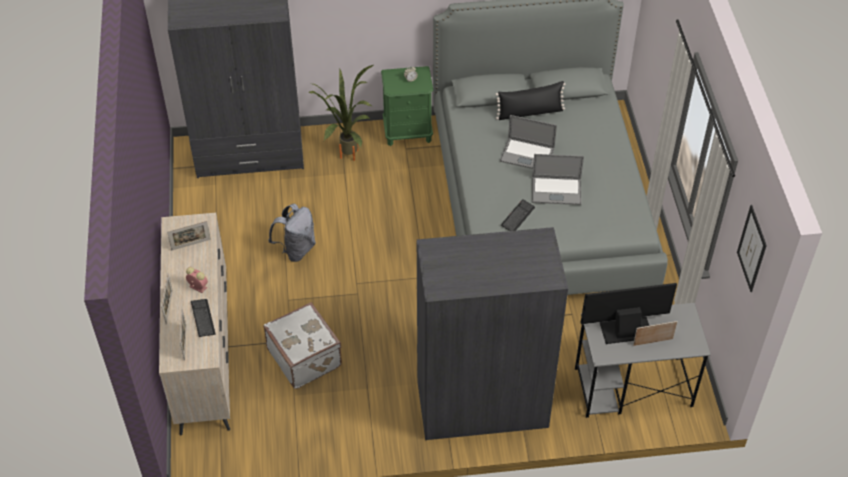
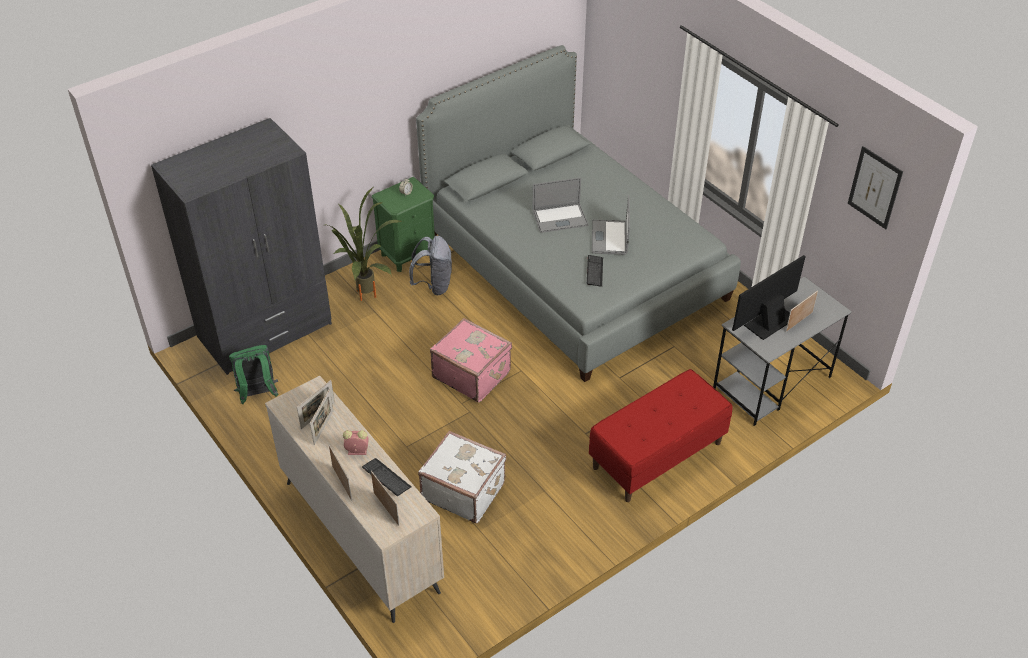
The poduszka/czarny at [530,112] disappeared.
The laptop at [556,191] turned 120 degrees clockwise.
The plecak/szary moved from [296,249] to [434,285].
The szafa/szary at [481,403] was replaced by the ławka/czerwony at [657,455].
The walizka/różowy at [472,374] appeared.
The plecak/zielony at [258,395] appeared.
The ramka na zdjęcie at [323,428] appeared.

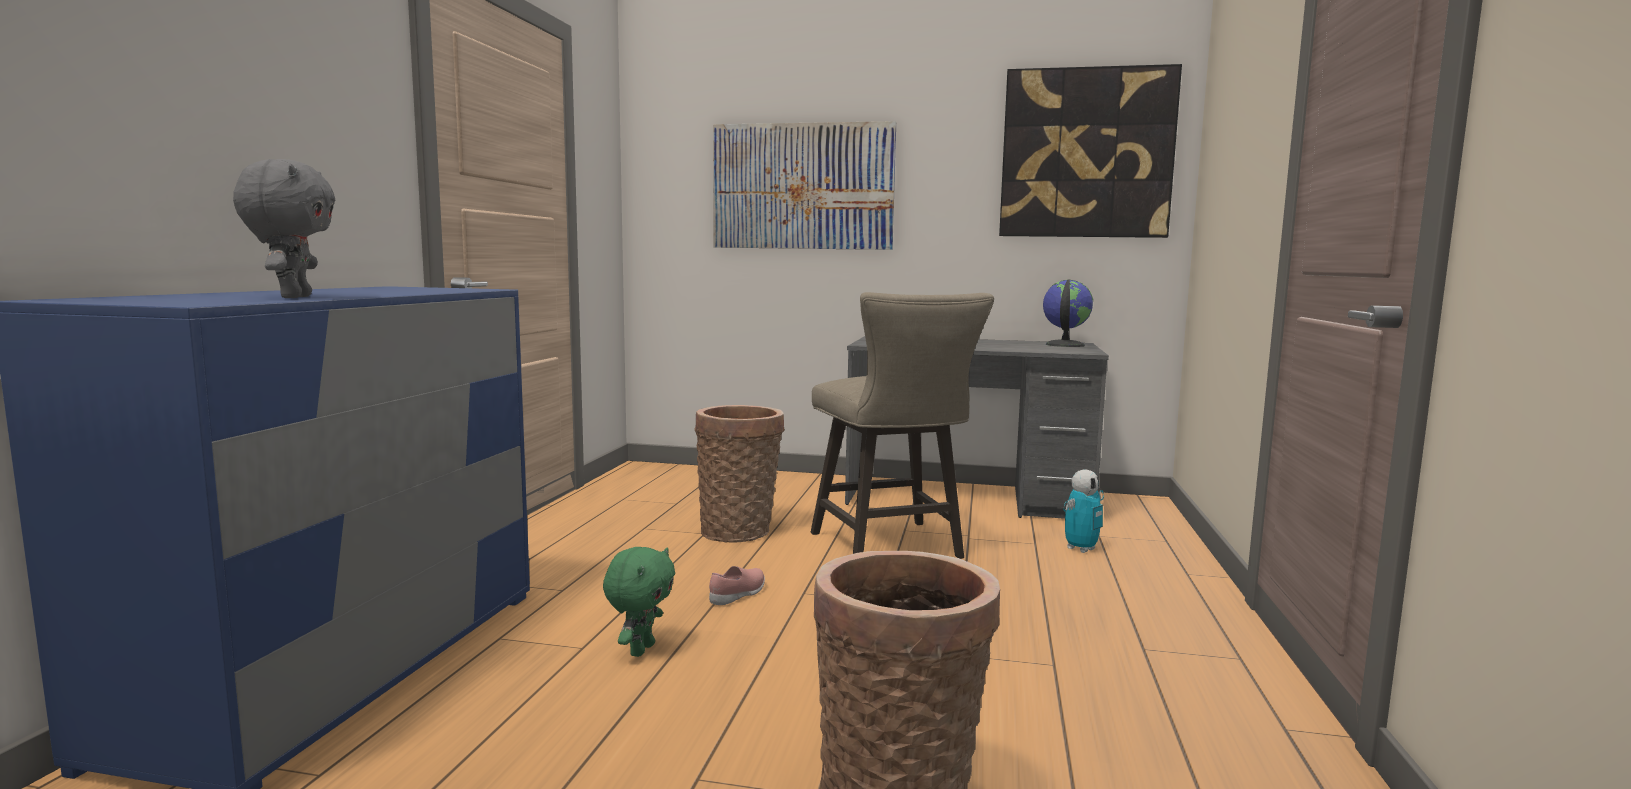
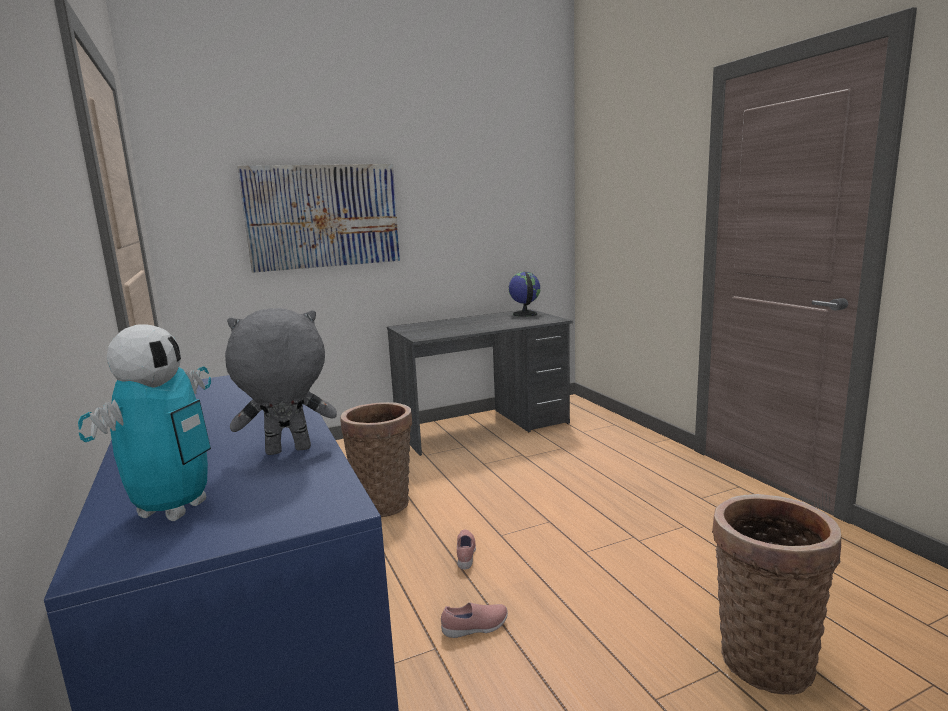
The obraz at [1086,154] disappeared.
The pluszak/szary at [293,297] turned 60 degrees counterclockwise.
The stołek/beżowy at [892,549] disappeared.
The robot zabawkowy moved from [1081,549] to [173,509].
The pluszak/zielony at [640,649] was replaced by the but/różowy at [475,628].

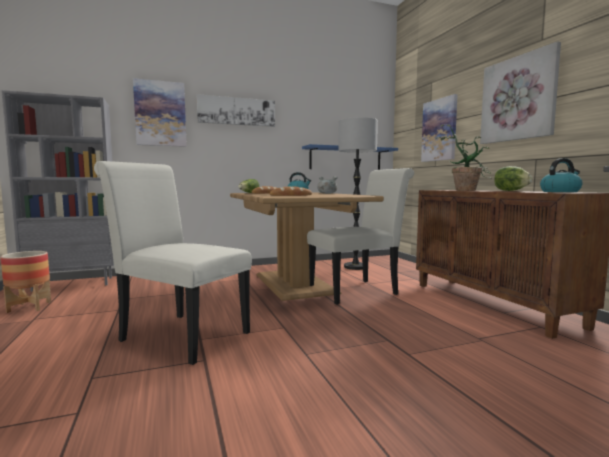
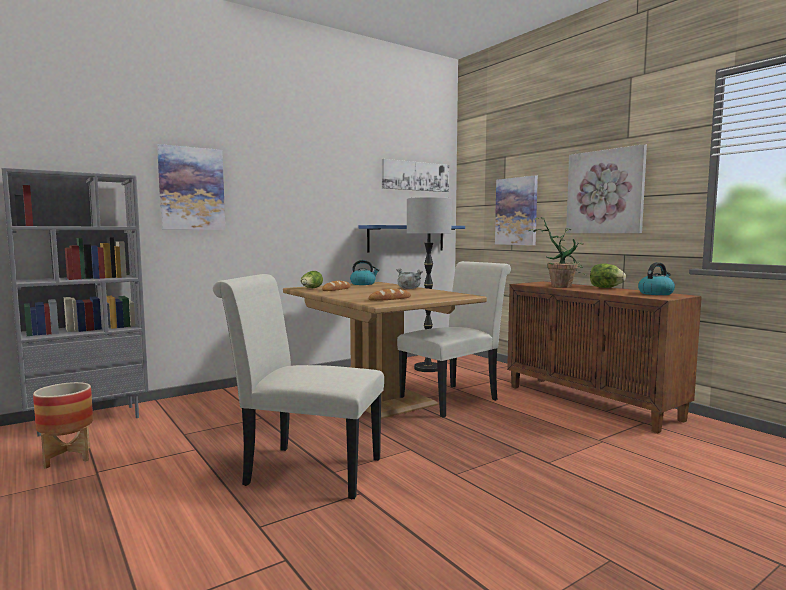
The obraz moved from [236,111] to [415,176].

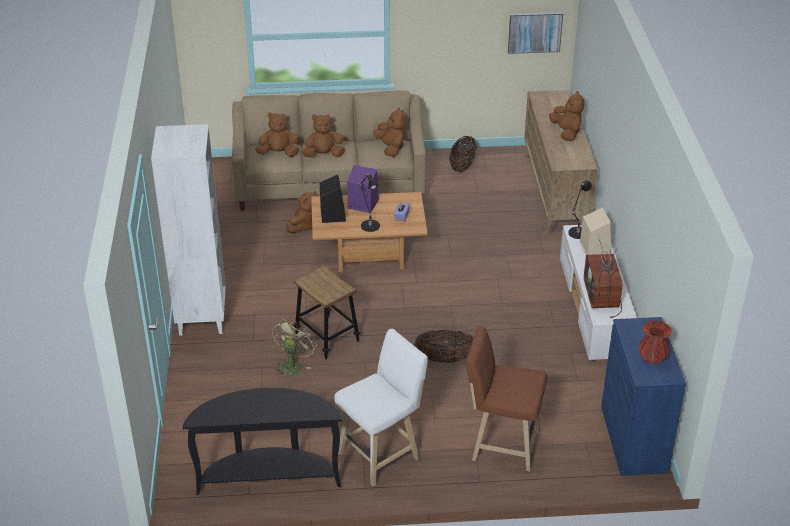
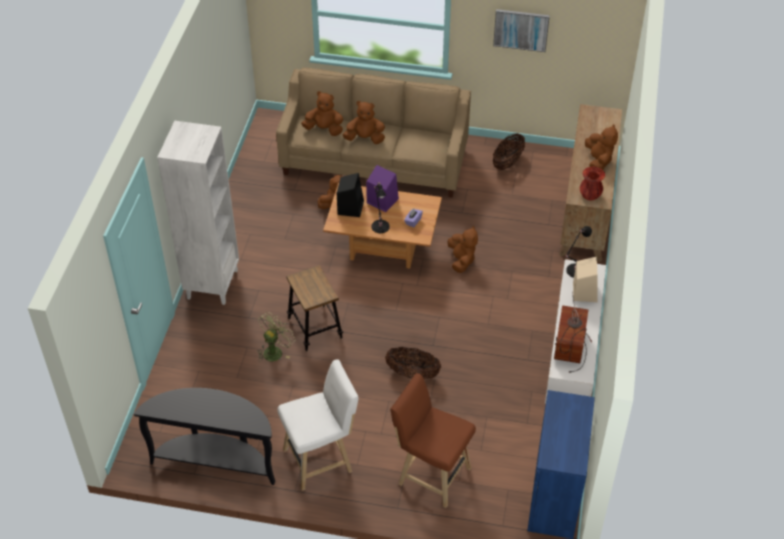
The obraz moved from [535,32] to [521,29].
The pluszak/brązowy moved from [391,148] to [461,260].
The wazon/czerwony moved from [652,358] to [590,195].

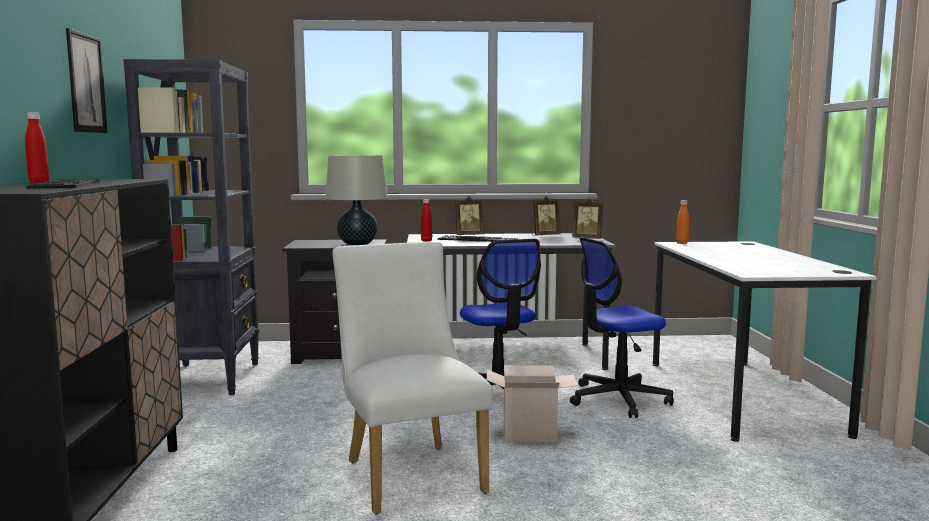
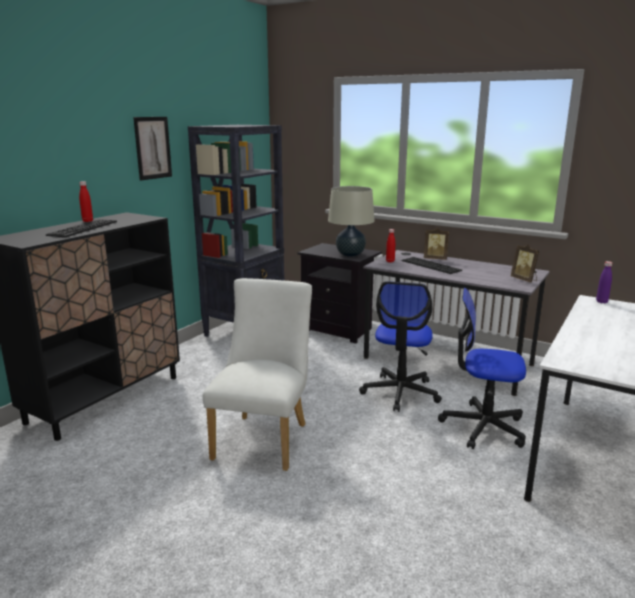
The ramka na zdjęcie at [544,235] disappeared.
The butelka/pomarańczowy at [682,243] became the butelka/fioletowy at [601,302].
The karton at [531,434] disappeared.

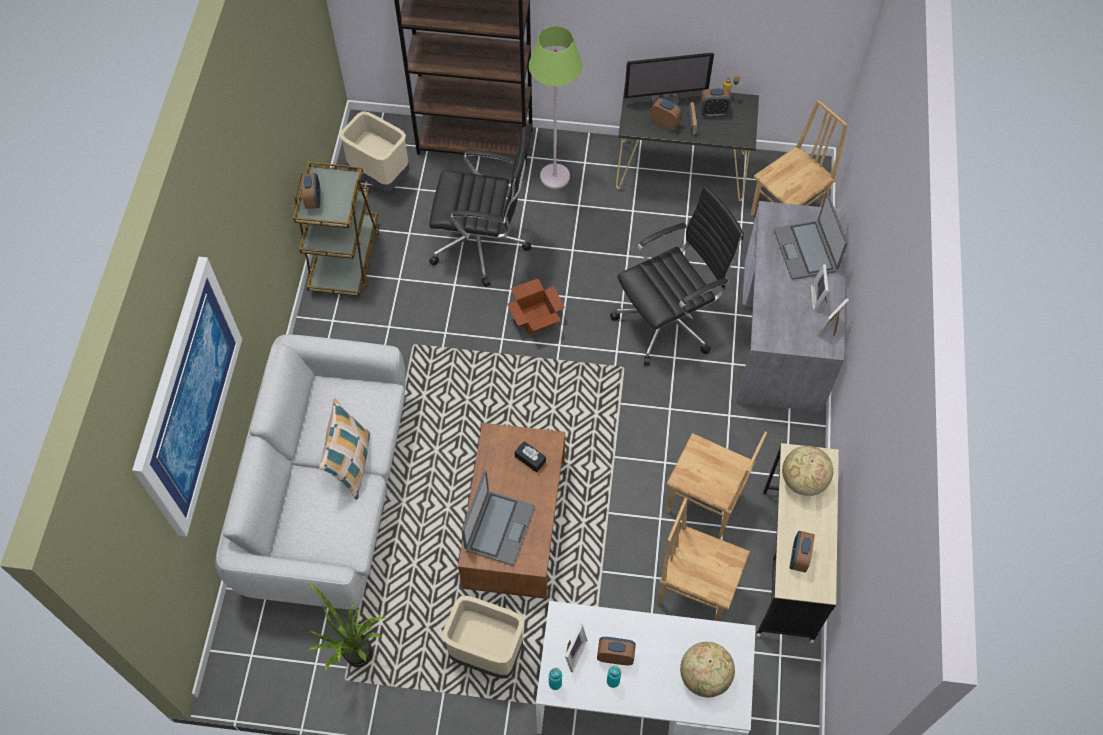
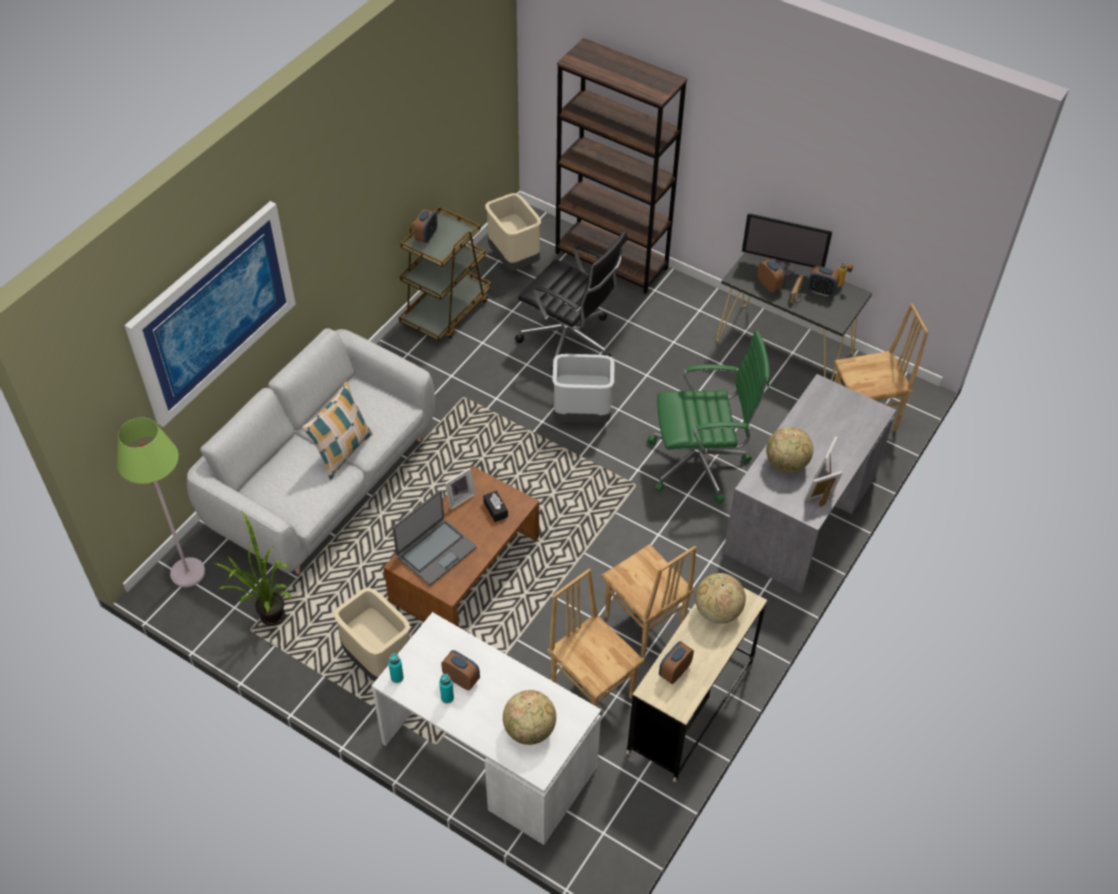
The lampa stojąca/zielony moved from [554,176] to [188,572].
The krzesło biurowe/czarny at [669,320] became the krzesło biurowe/zielony at [700,463].
The laptop at [806,250] disappeared.
The karton at [536,316] was replaced by the kosz na śmieci/szary at [582,415].
The ramka na zdjęcie moved from [572,653] to [459,498].
The globus at [786,464] appeared.

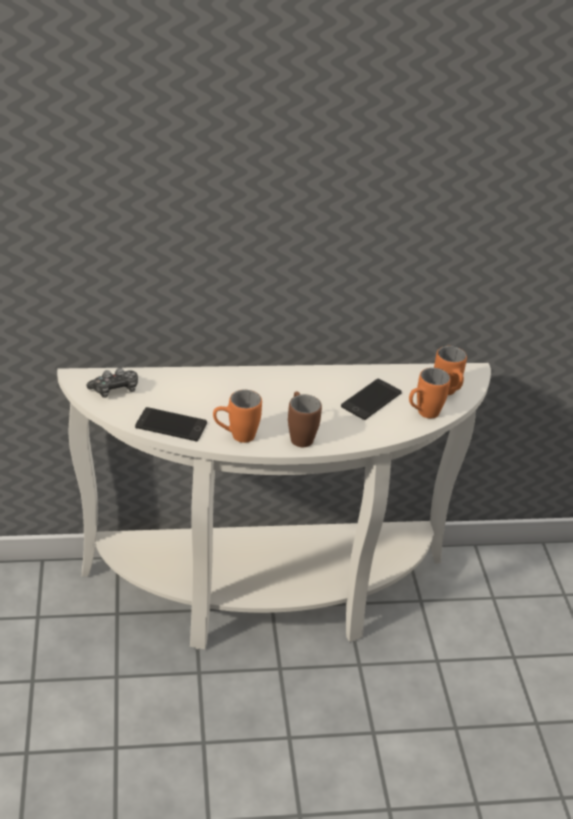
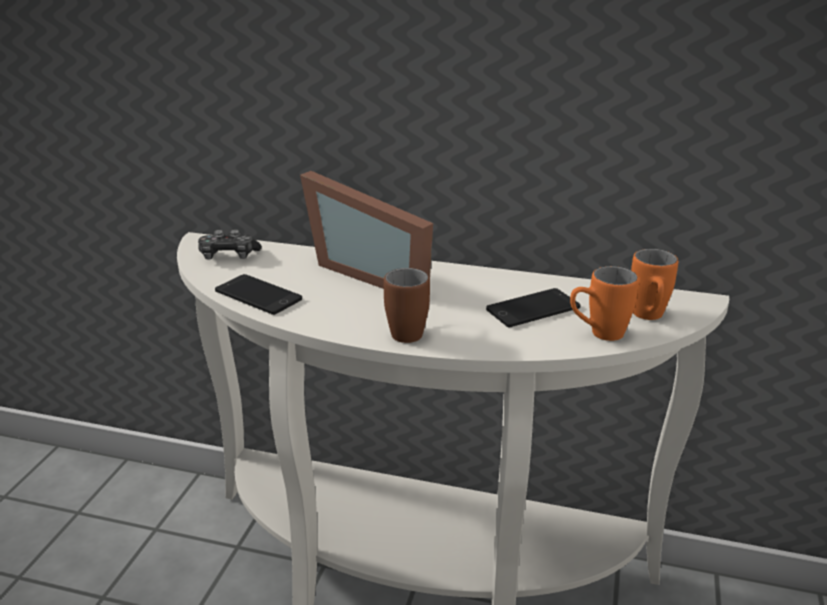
The kubek/pomarańczowy at [235,436] disappeared.
The ramka na zdjęcie at [375,273] appeared.

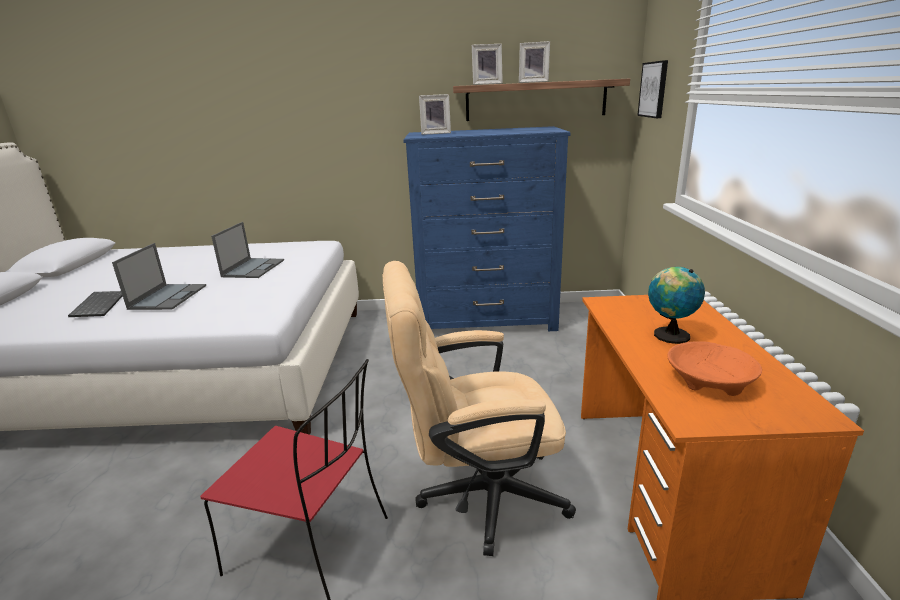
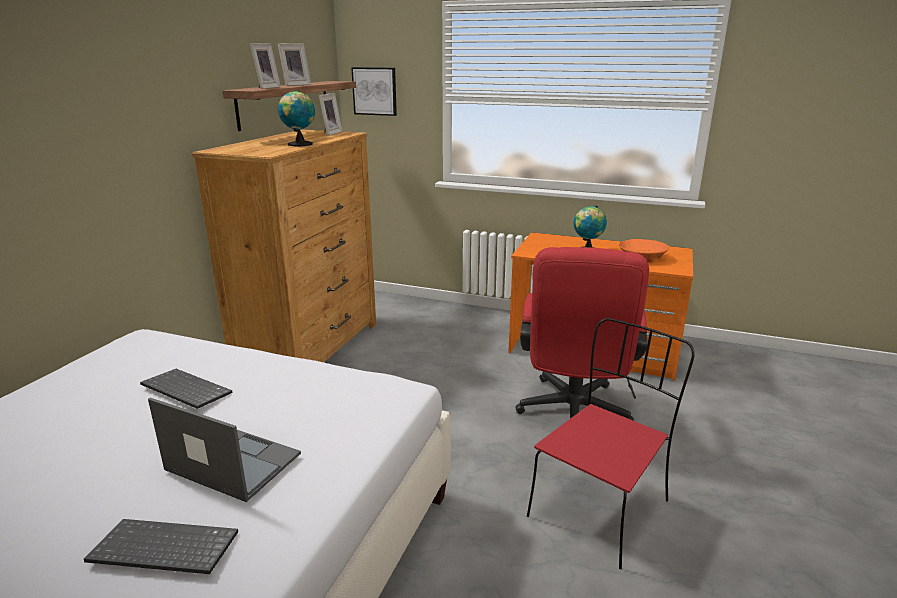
The ramka na zdjęcie moved from [435,133] to [329,133].
The komoda/niebieski at [486,319] became the komoda/brązowy at [310,349].
The laptop at [253,268] was replaced by the klawiatura at [184,391].
The krzesło biurowe/beżowy at [478,495] became the krzesło biurowe/czerwony at [572,415].
The globus at [299,144] appeared.

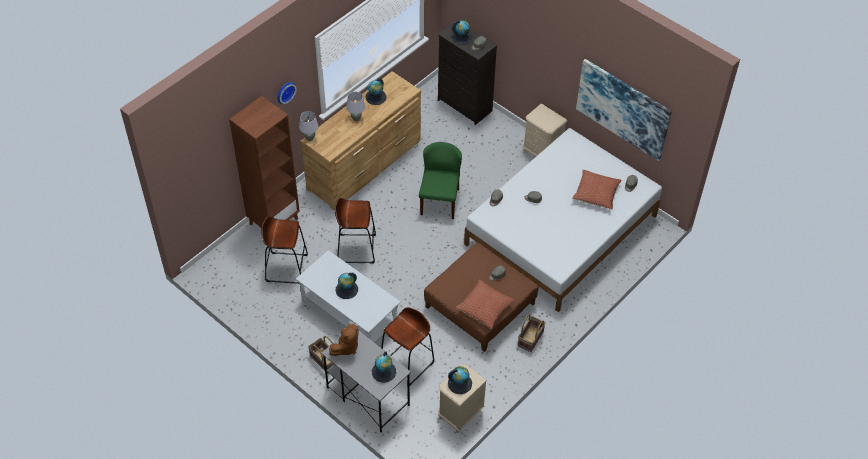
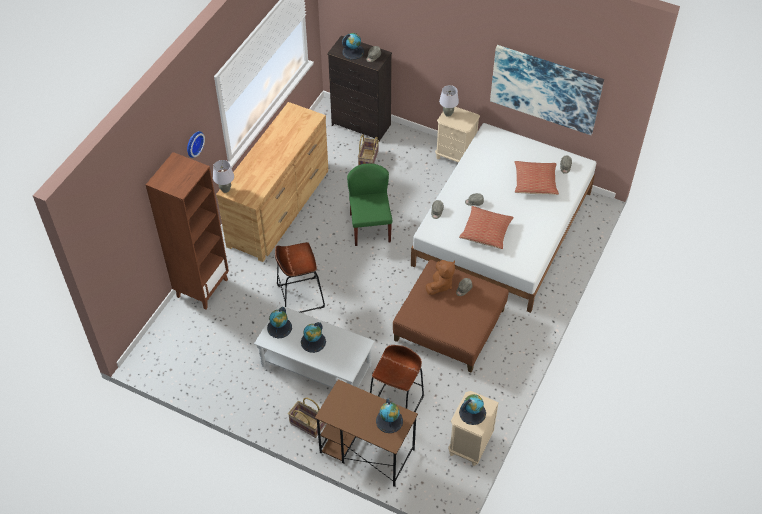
The globus moved from [376,97] to [279,328].
The lampa stołowa/szary moved from [356,118] to [448,114].
The stołek/brązowy at [286,268] disappeared.
The poduszka moved from [485,308] to [486,232].
The koszyk moved from [531,339] to [368,159].
The pluszak/brązowy moved from [346,347] to [440,284].
The biurko/szary at [367,396] became the biurko/brązowy at [366,451].

